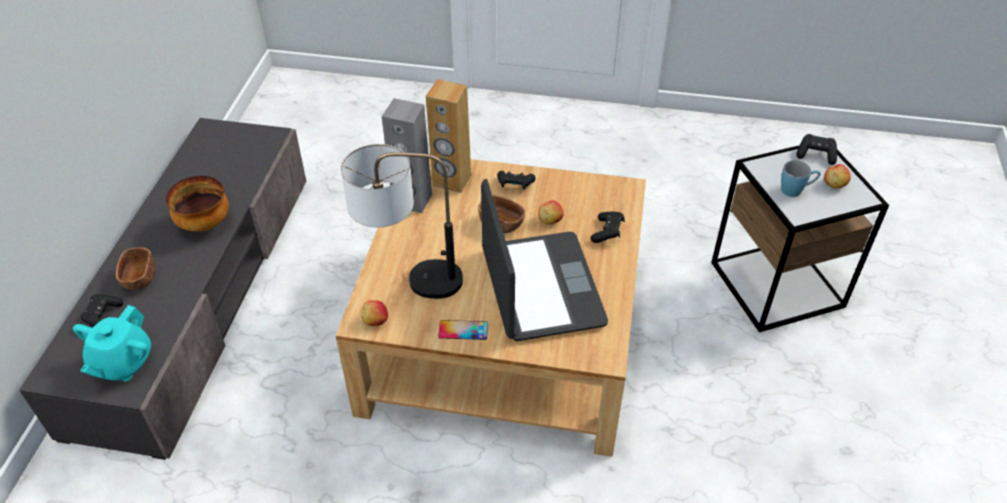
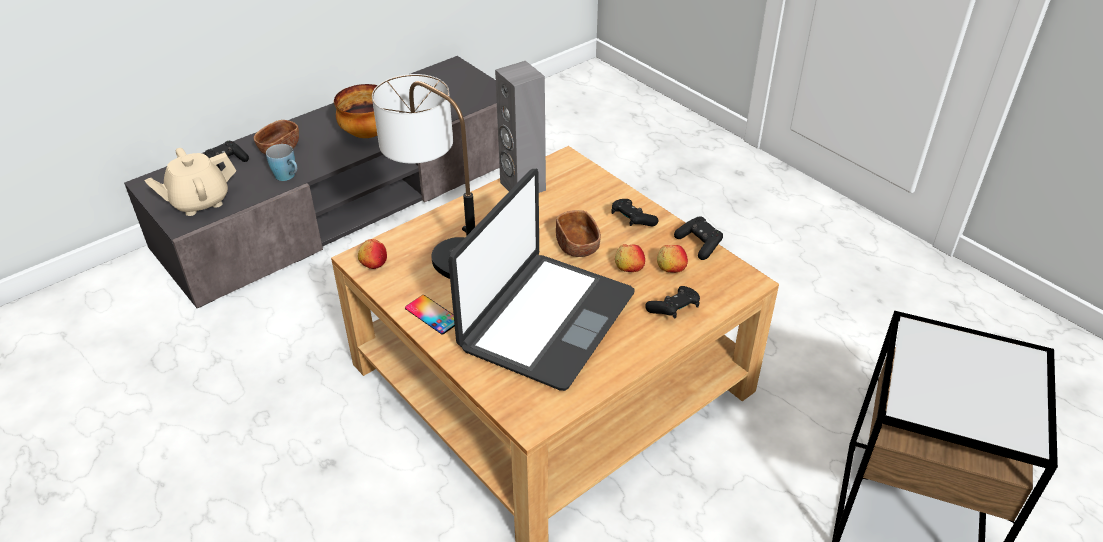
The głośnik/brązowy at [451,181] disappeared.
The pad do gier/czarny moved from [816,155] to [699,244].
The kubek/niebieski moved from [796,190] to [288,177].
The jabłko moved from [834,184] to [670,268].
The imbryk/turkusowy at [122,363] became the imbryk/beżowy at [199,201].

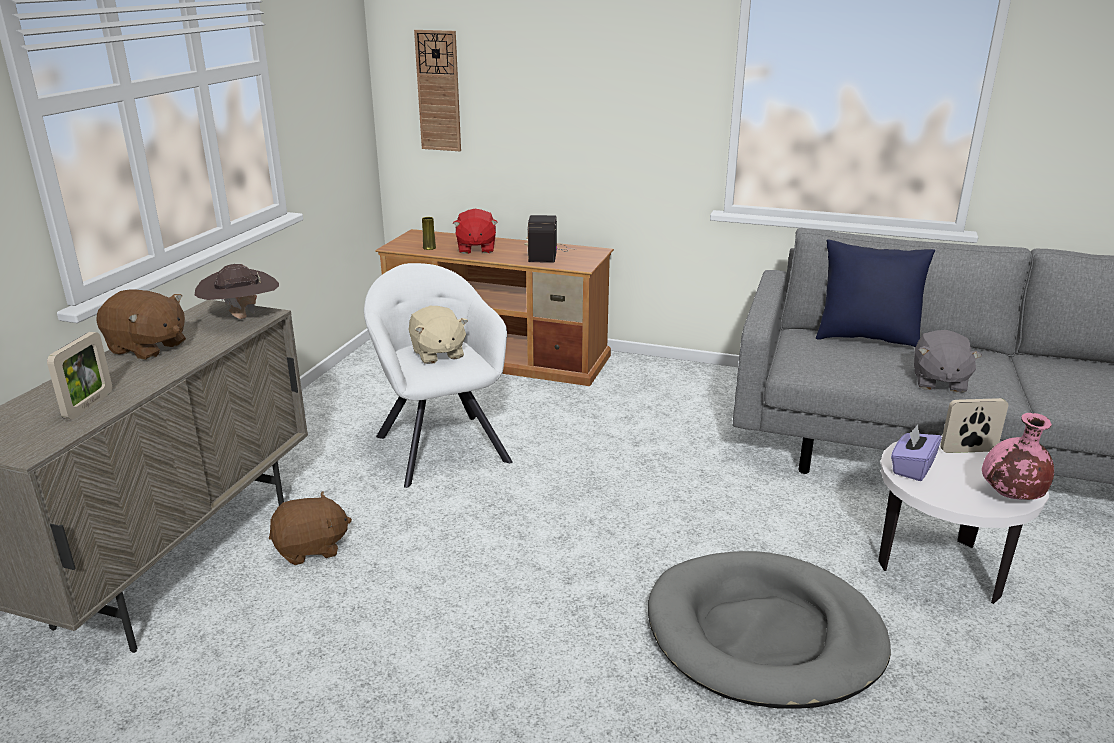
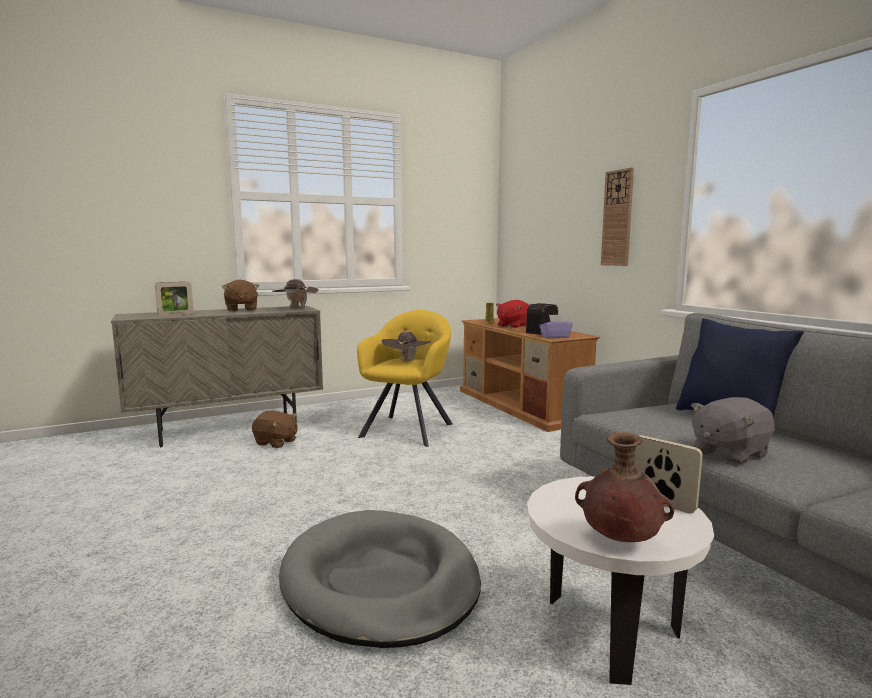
The zegar ścienny moved from [438,91] to [617,218].
The fotel/biały at [440,445] became the fotel/żółty at [408,429].
The pluszak/beżowy at [437,354] was replaced by the kapelusz/brązowy at [406,362].
The wazon/różowy at [1010,497] became the wazon/brązowy at [619,540].
The pudełko chusteczek/fioletowy moved from [912,468] to [555,337].

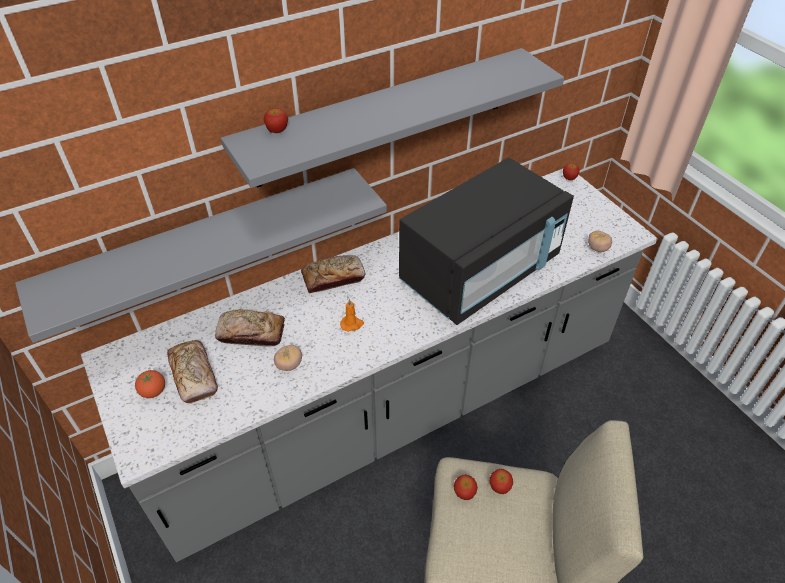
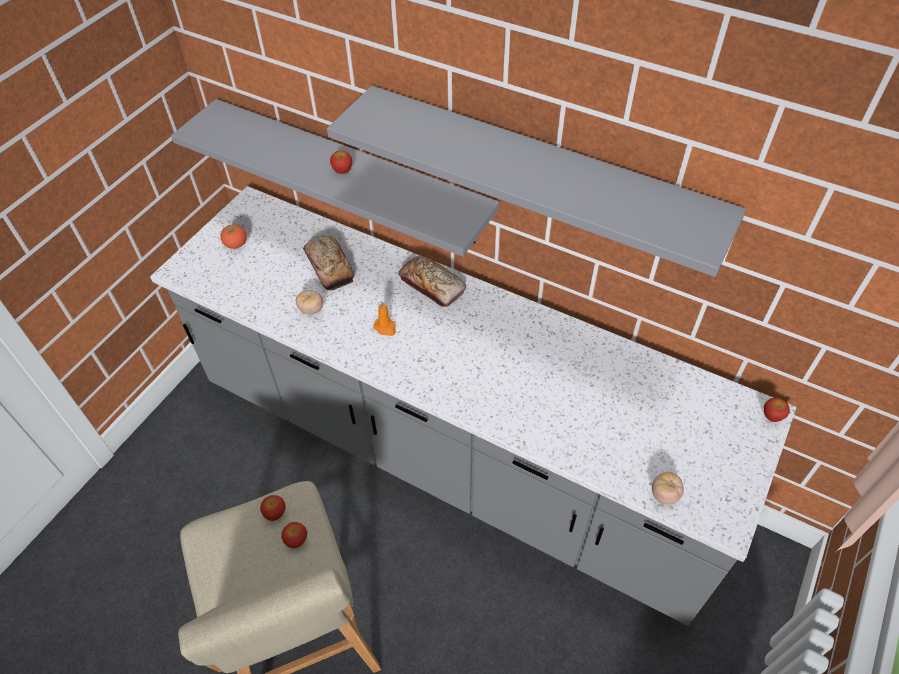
The jabłko moved from [277,130] to [342,170].
The mikrofalówka/czarny at [480,271] disappeared.
The chleb at [194,375] disappeared.

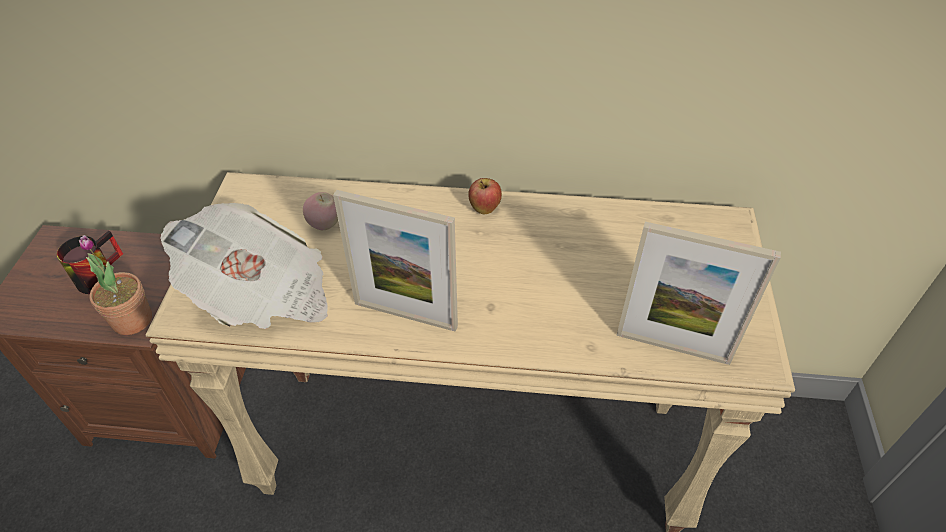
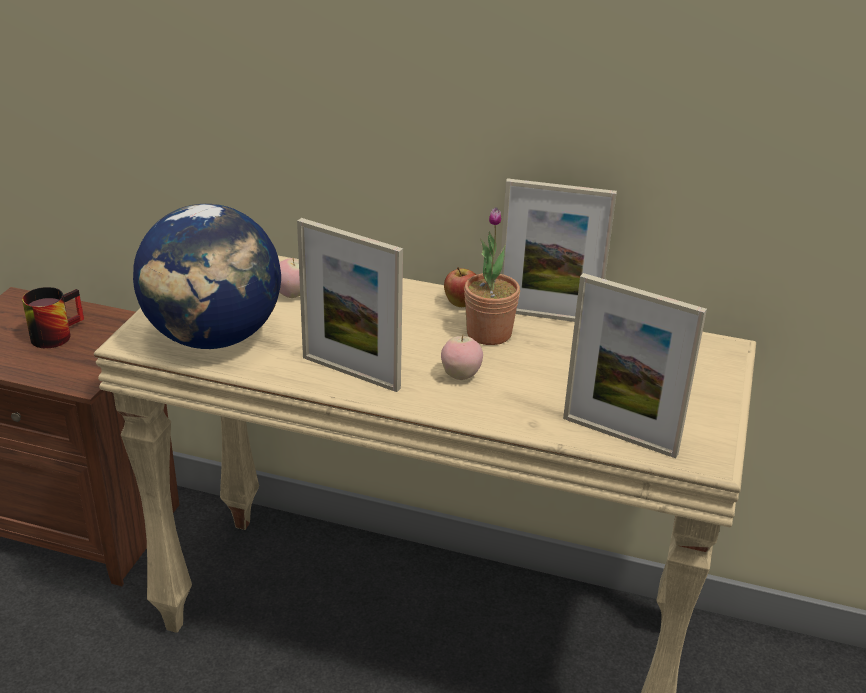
The gazeta at [262,294] was replaced by the globus at [214,338].
The roślina doniczkowa moved from [132,320] to [489,333].
The ramka na zdjęcie at [547,316] appeared.
The jabłko at [461,376] appeared.

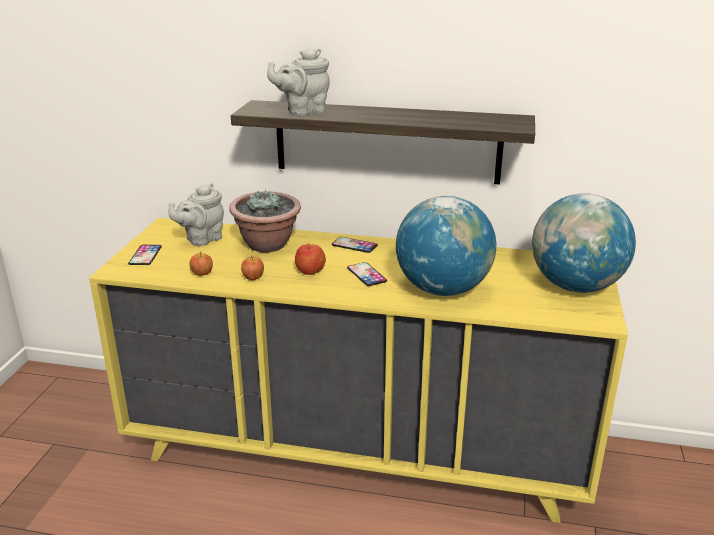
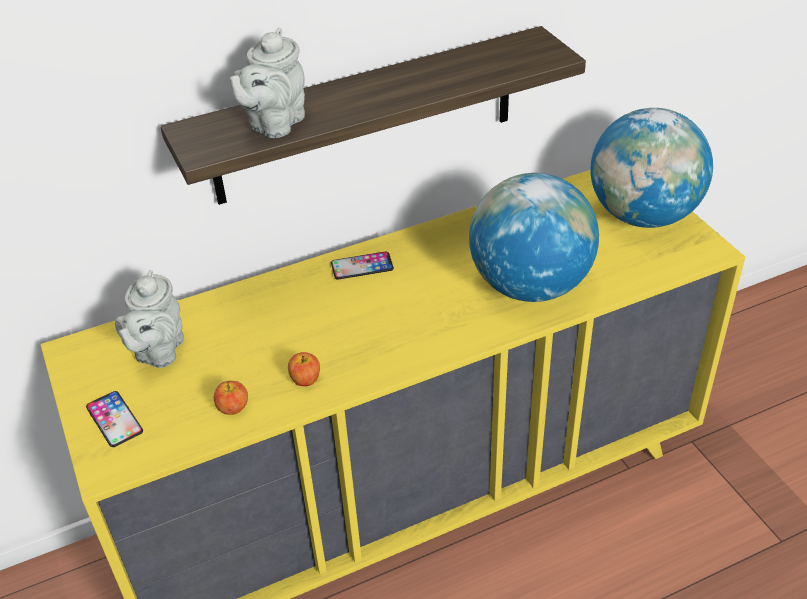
The roślina doniczkowa at [267,245] disappeared.
The jabłko at [310,270] disappeared.
The telefon at [366,274] disappeared.

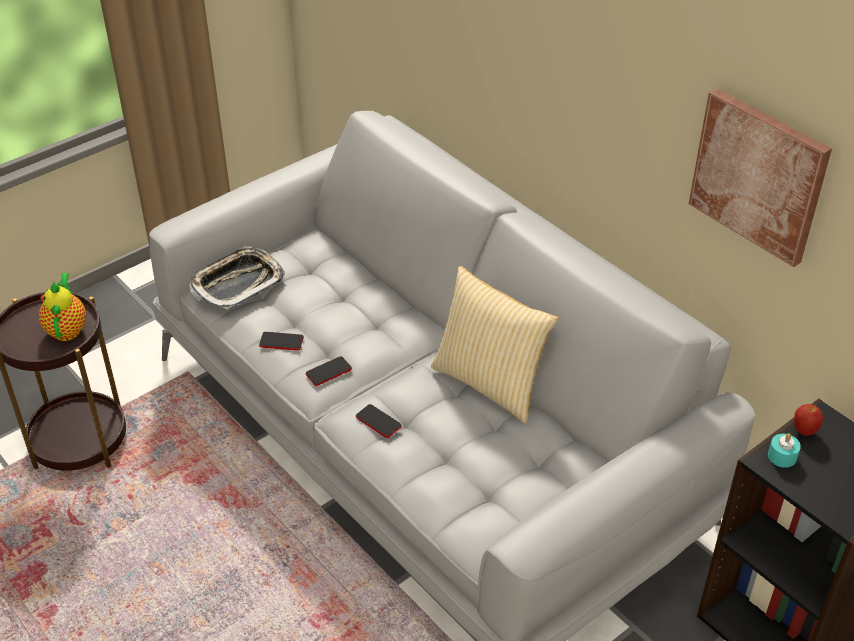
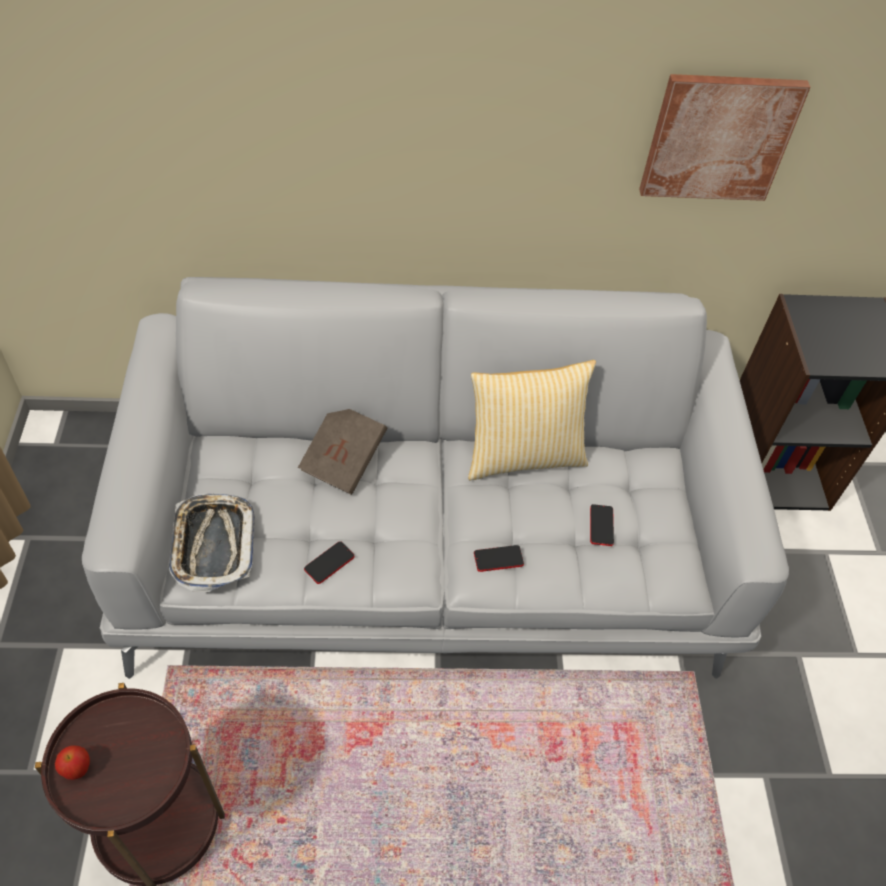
The imbryk at [67,329] disappeared.
The telefon moved from [328,372] to [601,525].
The jabłko moved from [804,431] to [78,769].
The świeca/turkusowy at [782,456] disappeared.
The książka/brązowy at [343,460] appeared.

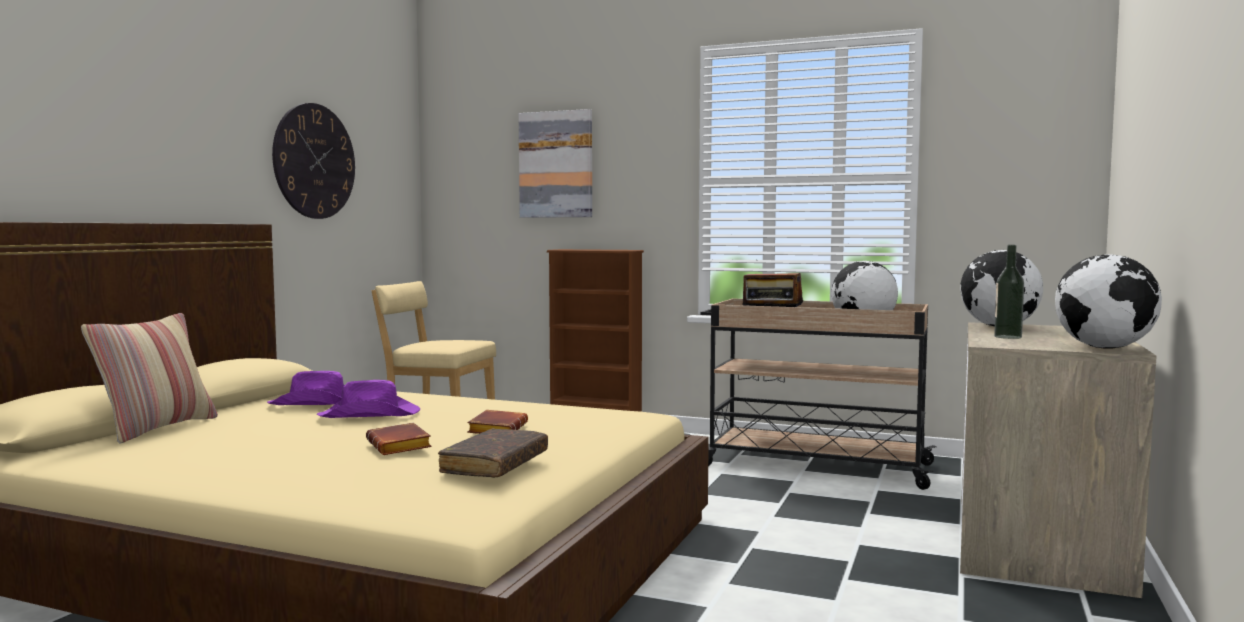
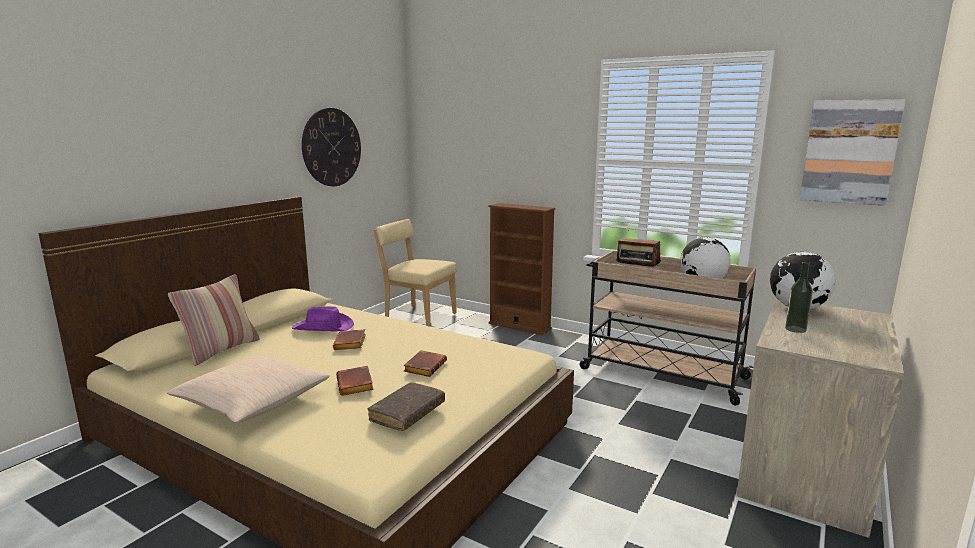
The obraz moved from [556,164] to [849,152].
The globus at [1105,348] disappeared.
The kapelusz/fioletowy at [370,415] was replaced by the książka/brązowy at [351,344].
The poduszka/beżowy at [252,401] appeared.

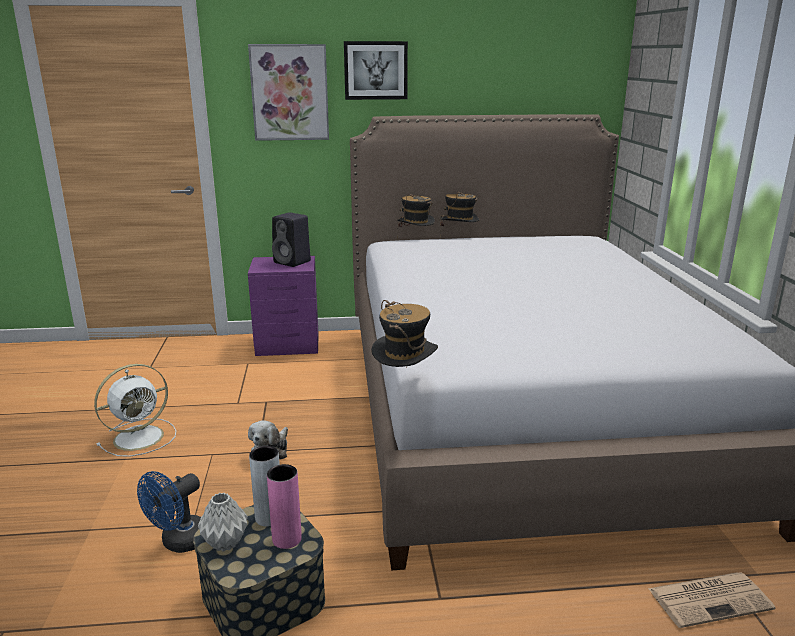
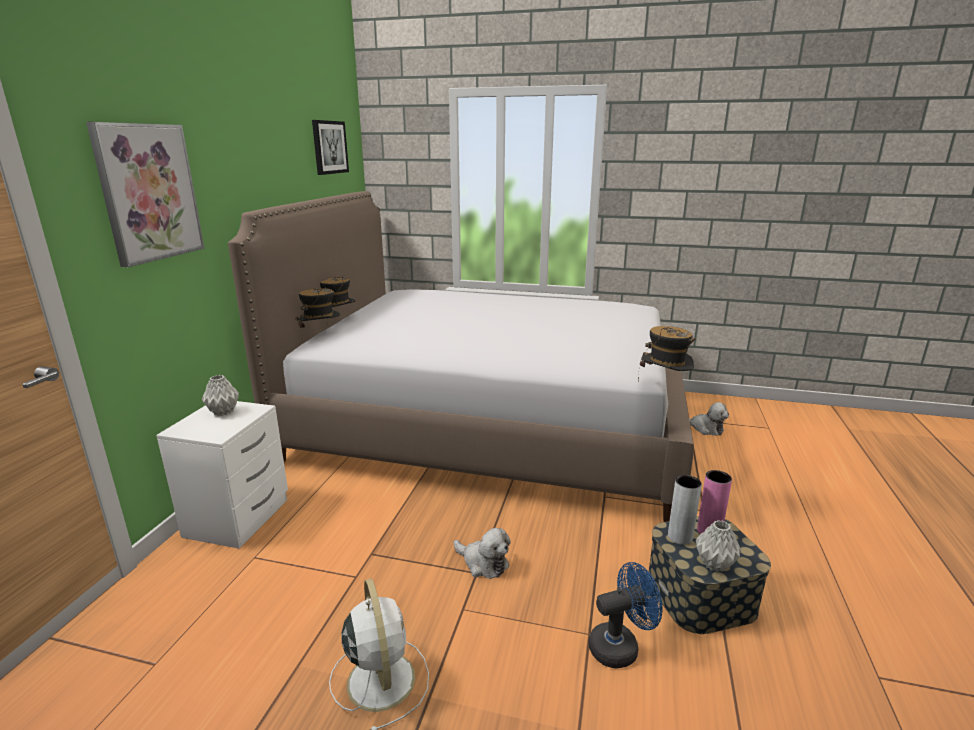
The obraz moved from [375,70] to [329,147].
The głośnik/czarny at [293,262] was replaced by the wazon/szary at [224,412].
The szafka nocna/fioletowy at [289,345] became the szafka nocna/biały at [240,517].
The wentylator/niebieski at [179,543] turned 75 degrees counterclockwise.
The gazeta at [710,599] was replaced by the pluszak at [705,428].

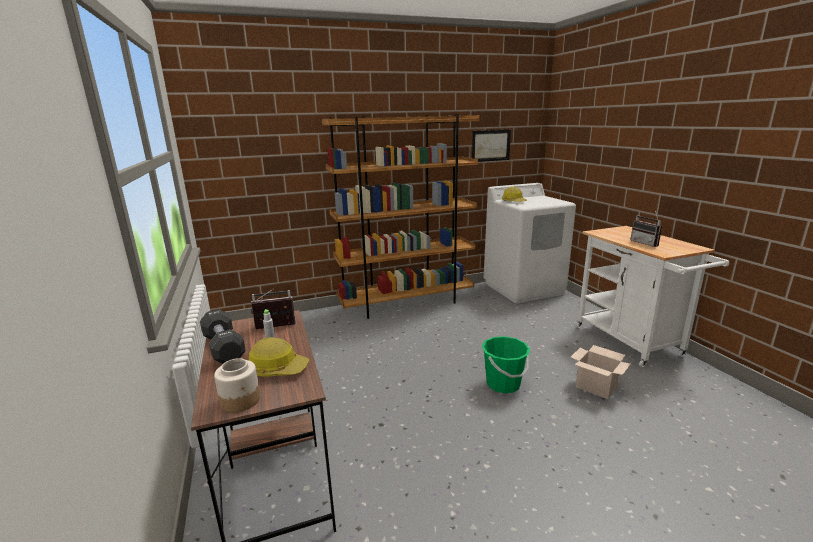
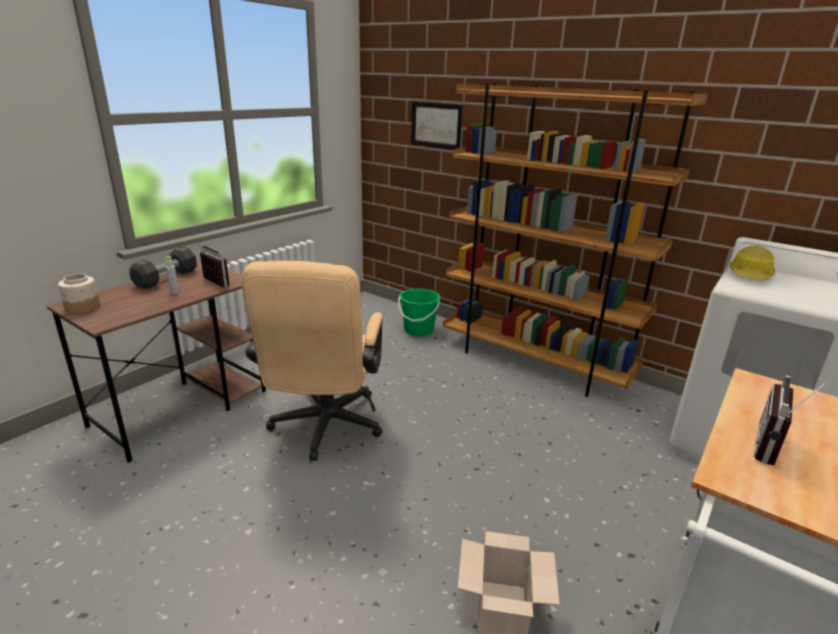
The obraz moved from [491,145] to [436,125].
The wiadro/zielony moved from [503,384] to [418,330].
The kask at [277,369] disappeared.
The krzesło biurowe/beżowy at [324,429] appeared.

